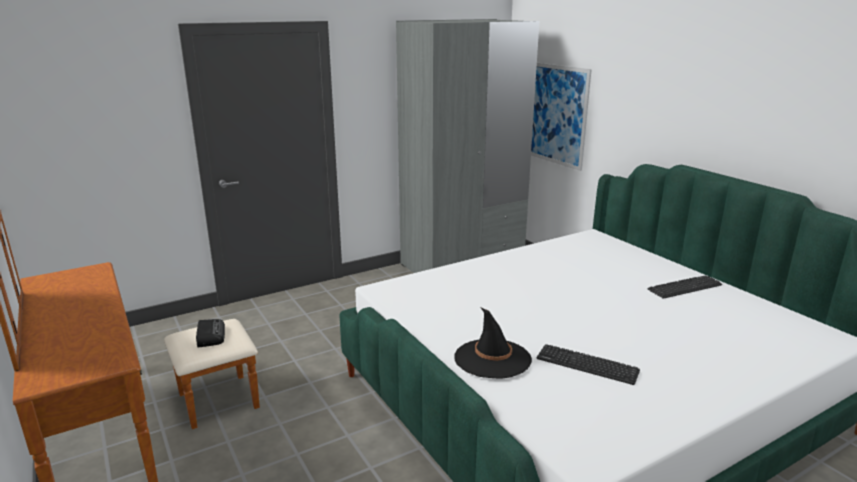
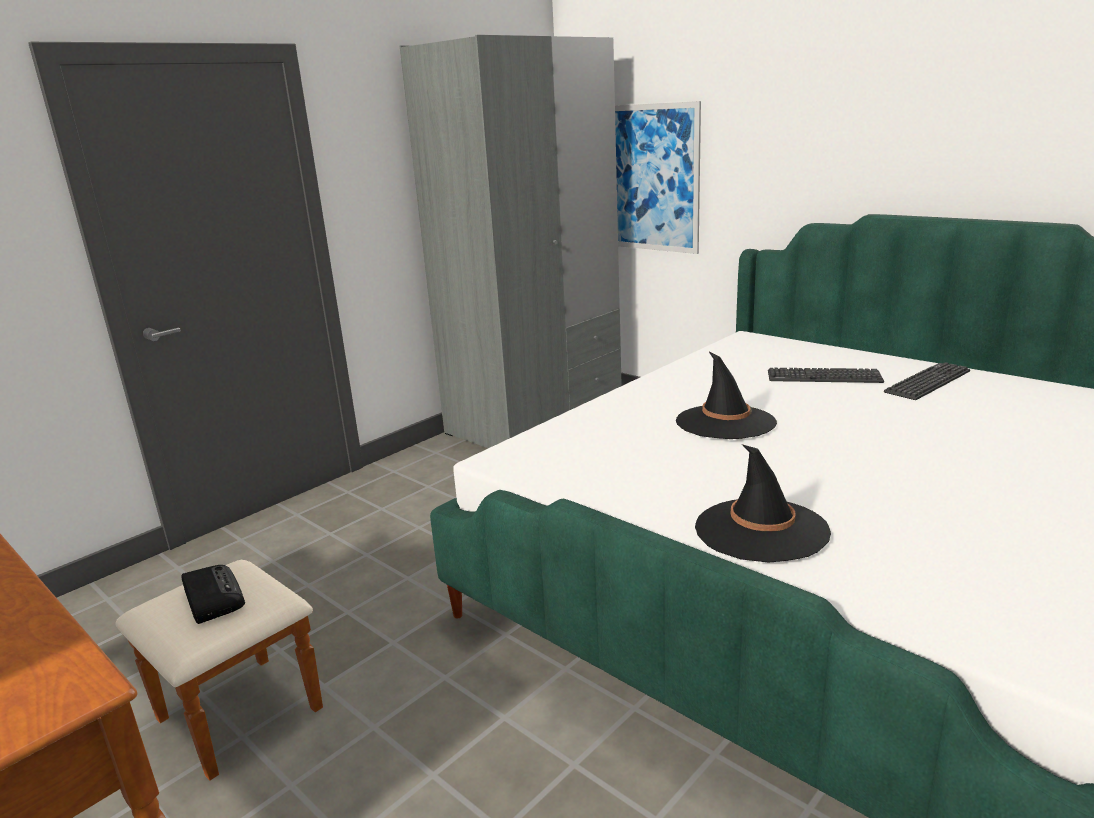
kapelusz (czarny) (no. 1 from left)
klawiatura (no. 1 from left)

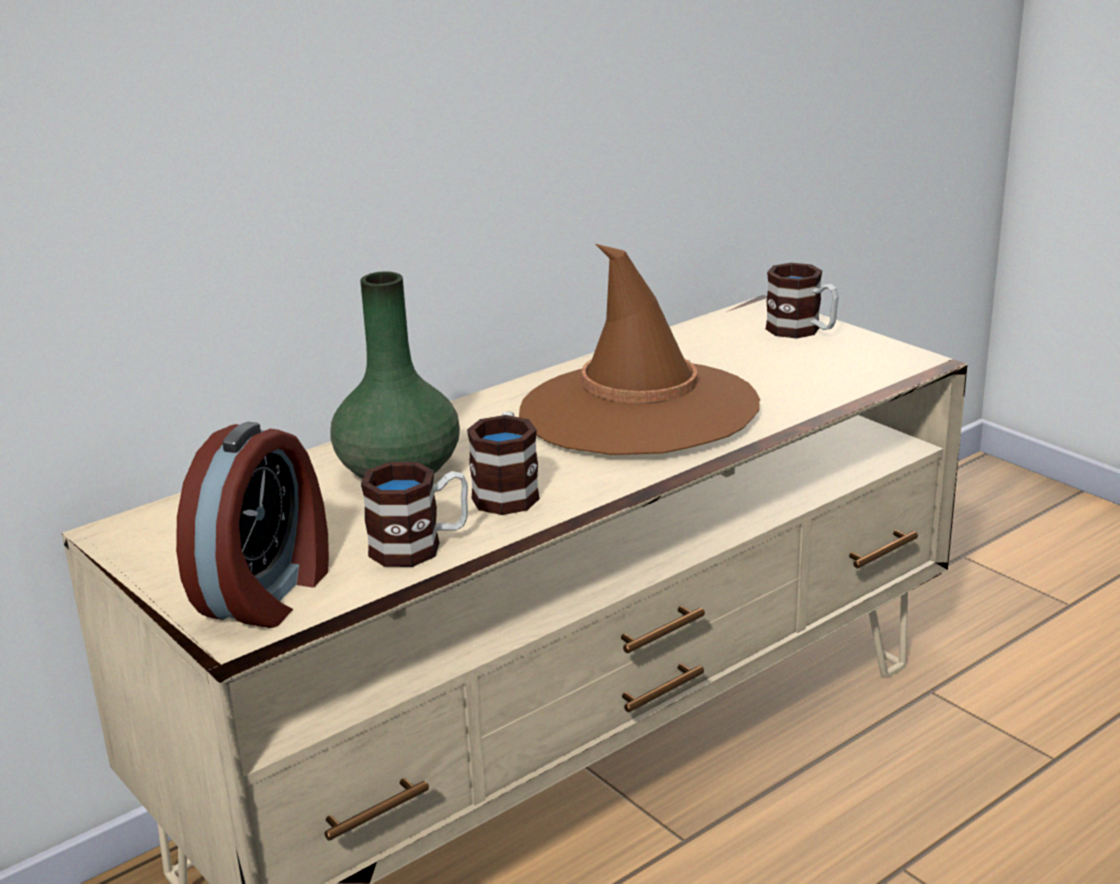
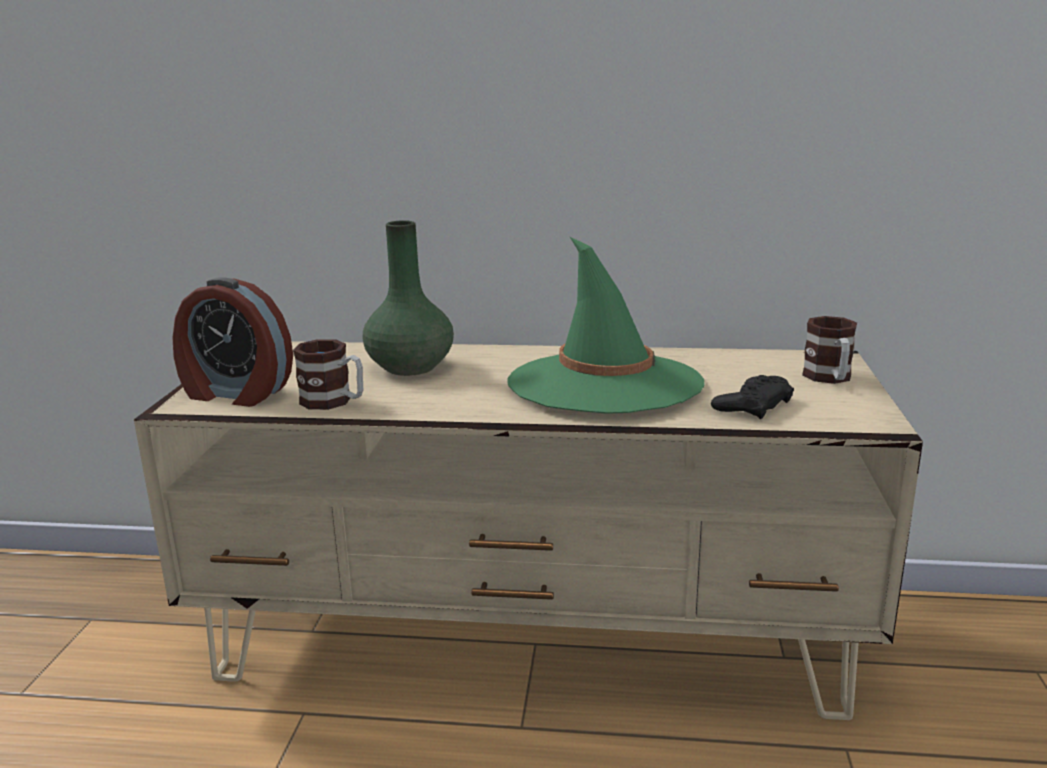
budzik
kapelusz (zielony)
pad do gier (czarny)
kubek (no. 2 from left in the first image)

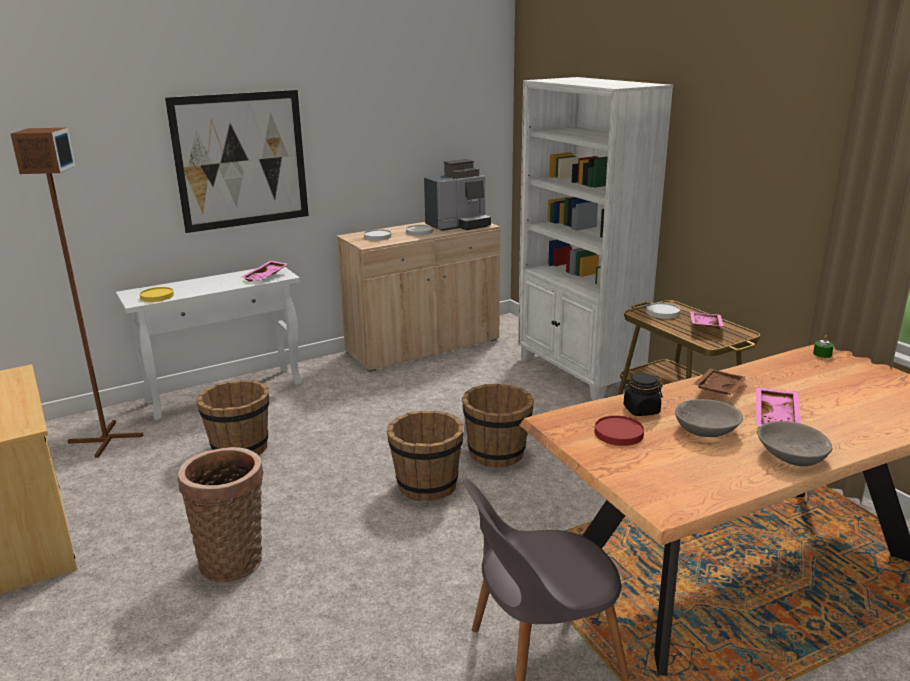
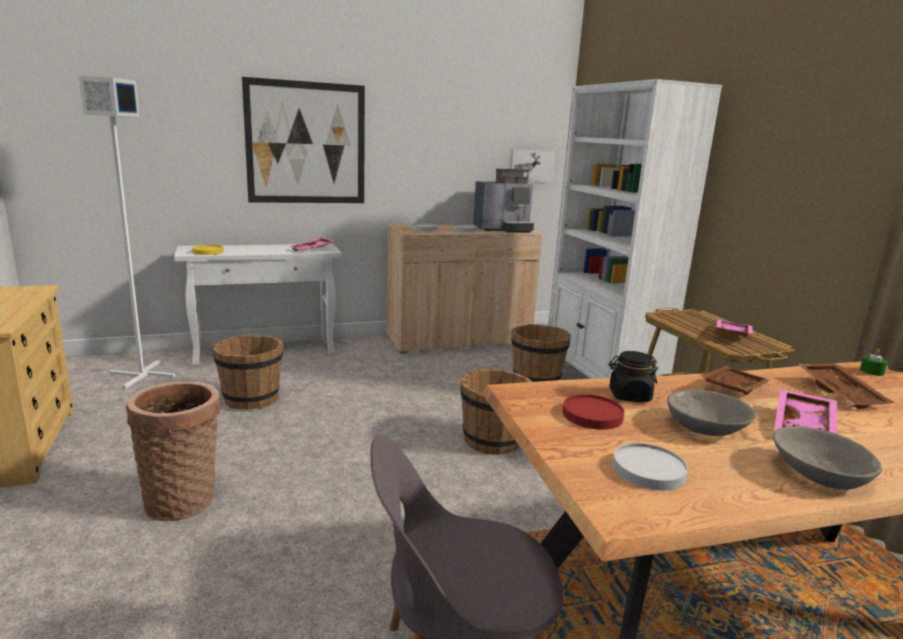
lampa stojąca (biały)
obraz (no. 2 from left)
wiadro (brązowy) (no. 3 from left)
talerz (biały) (no. 3 from left)
taca (brązowy) (no. 2 from left)

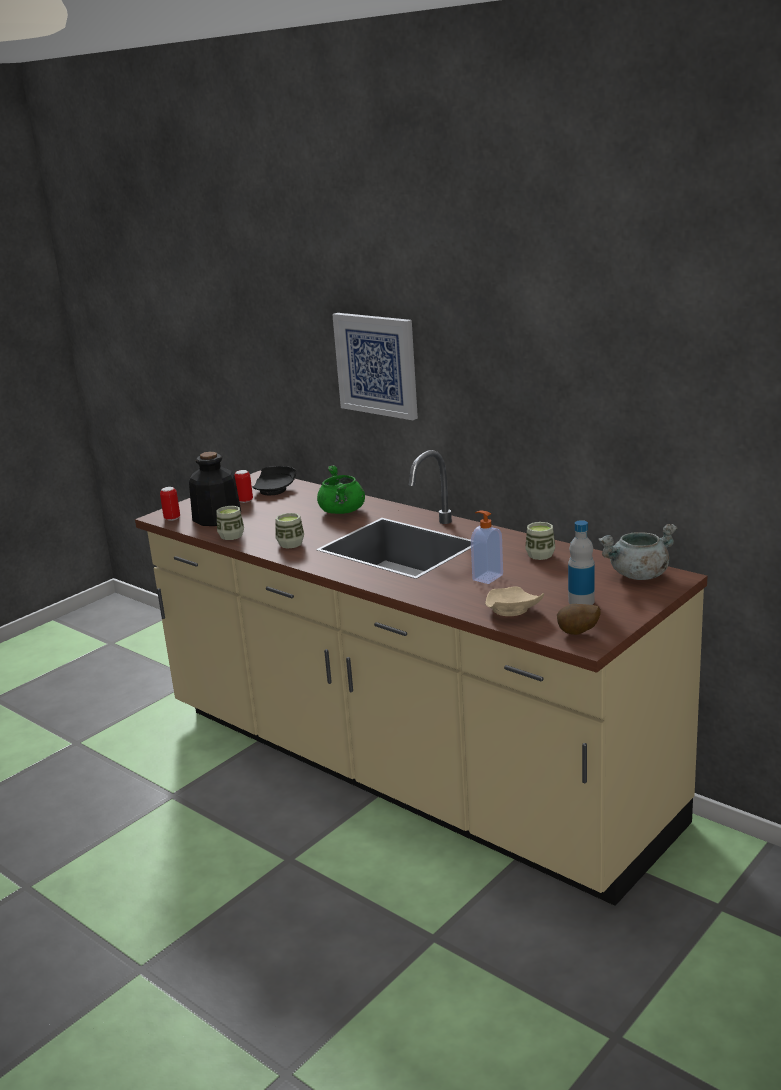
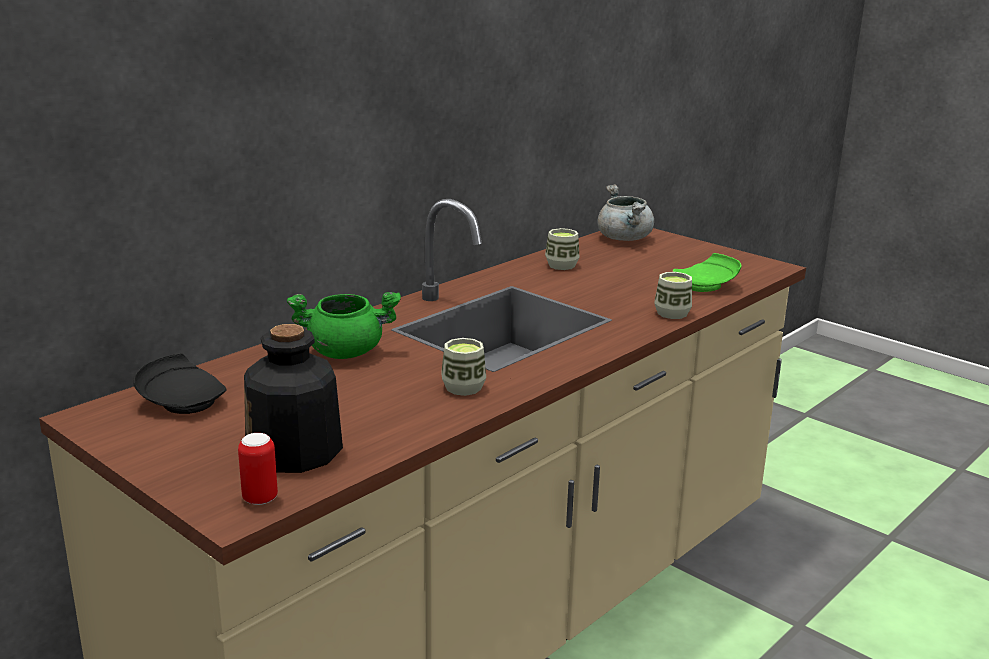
filiżanka (no. 3 from left)
talerz (zielony)
puszka (no. 2 from left in the first image)
obraz
dozownik mydła
ziemniak
butelka (no. 2 from left in the first image)

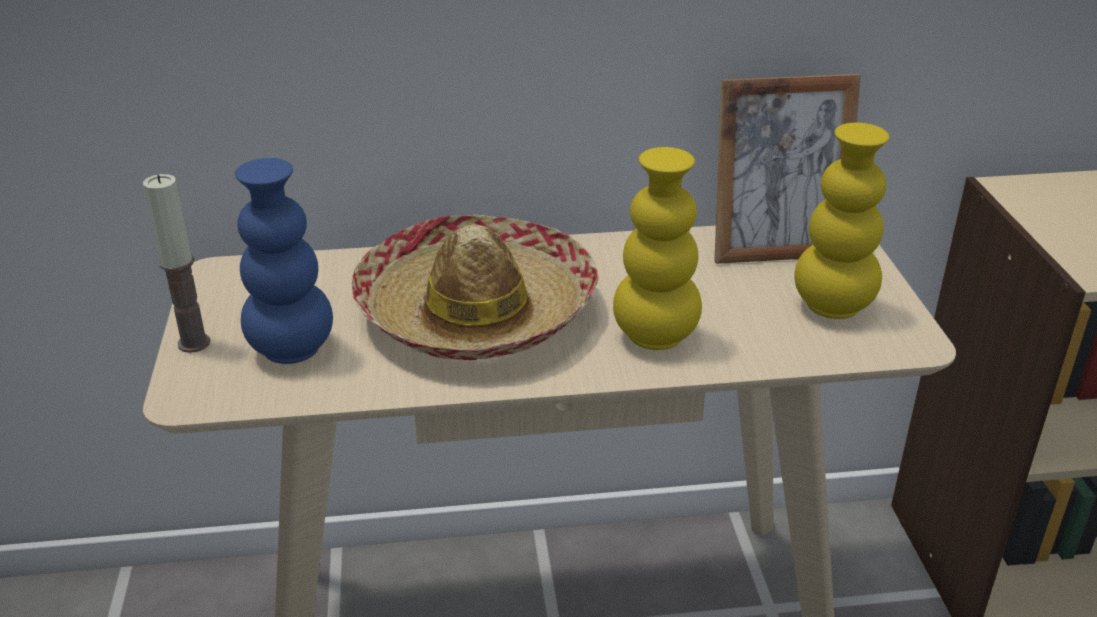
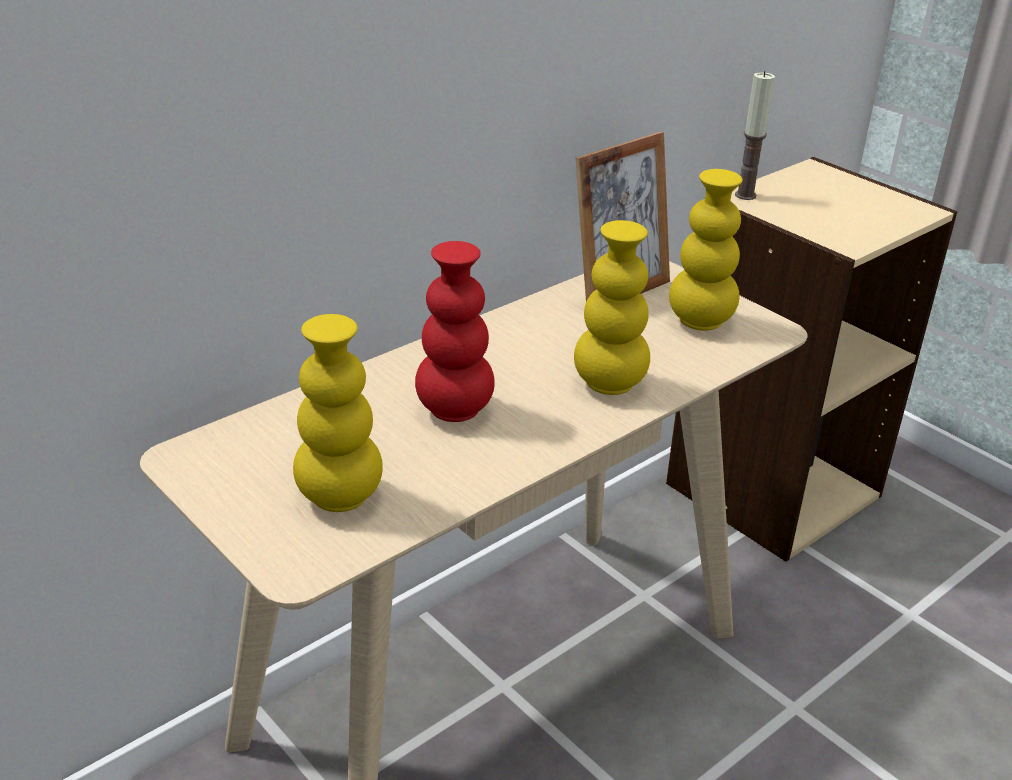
wazon (żółty) (no. 1 from left)
wazon (czerwony)
świeca

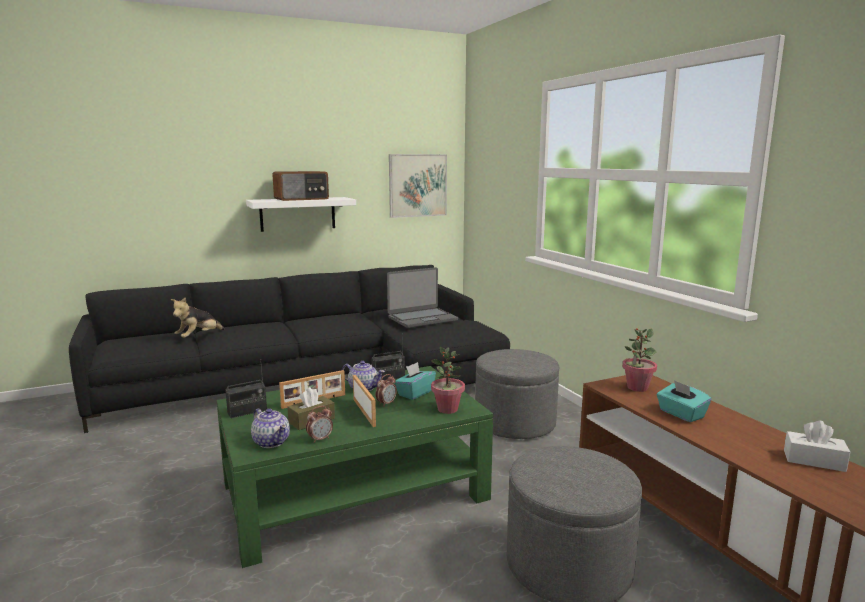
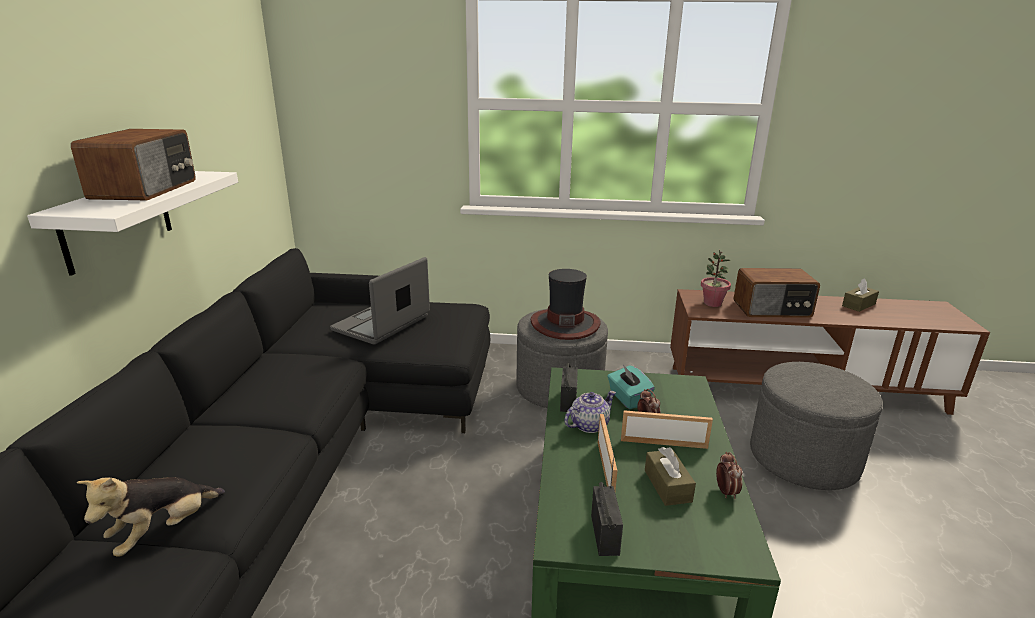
pluszak
laptop
kapelusz
radio (no. 4 from left)
pudełko chusteczek (brązowy) (no. 2 from left)
imbryk (no. 1 from left in the first image)
obraz
roślina doniczkowa (no. 1 from left in the first image)

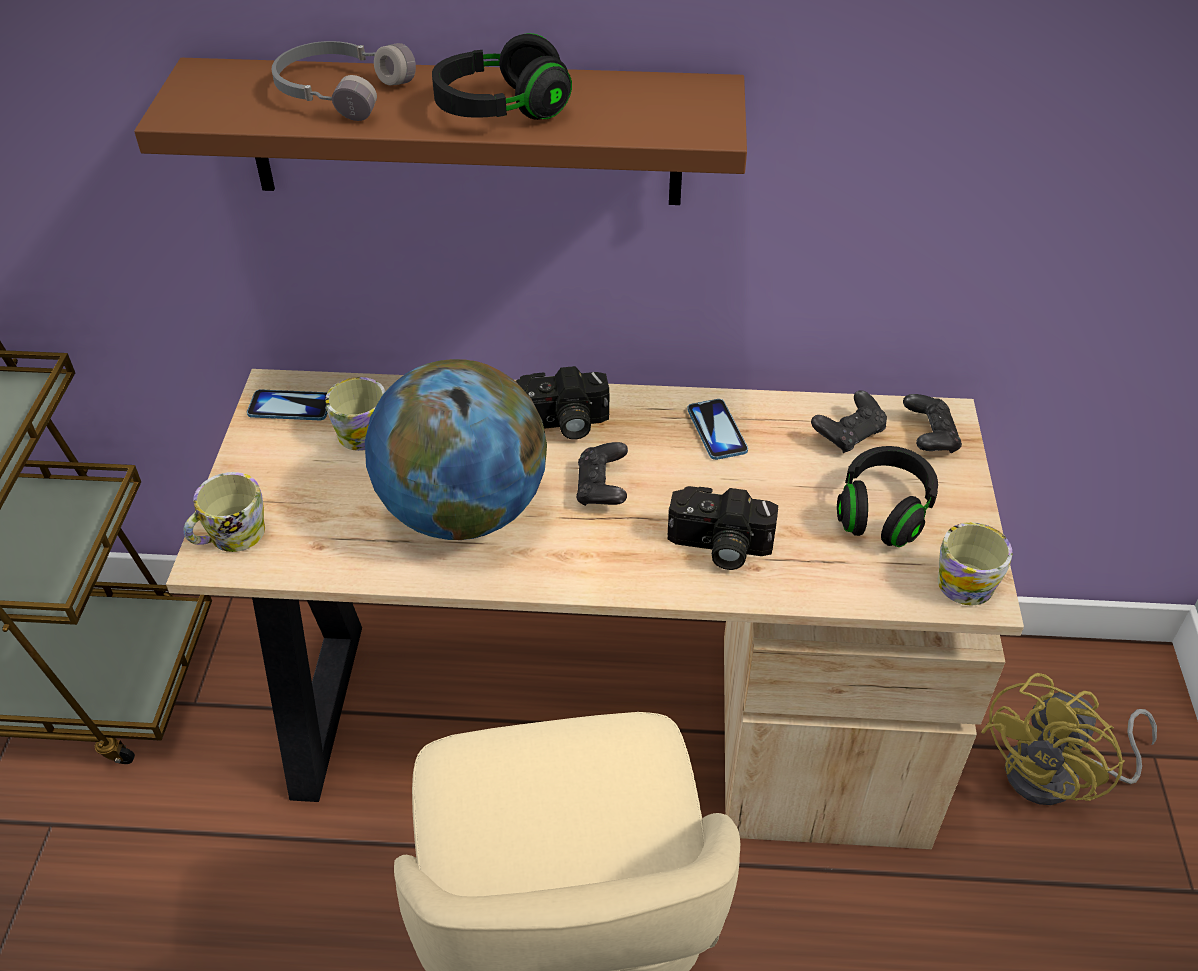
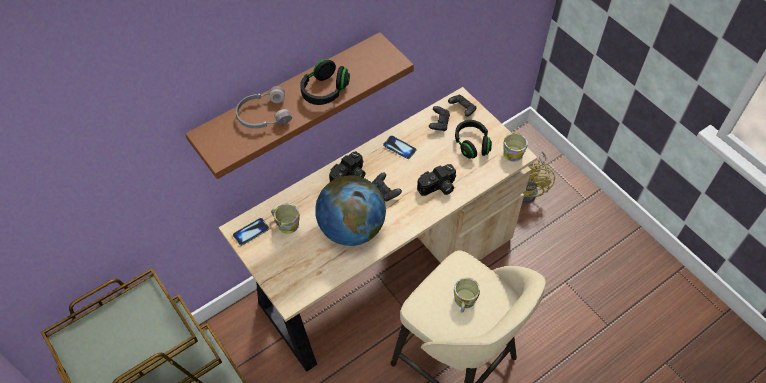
kubek (no. 2 from left)

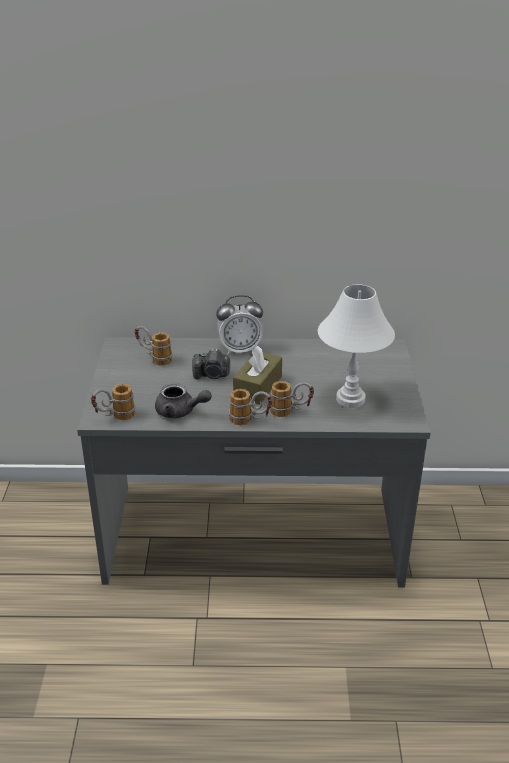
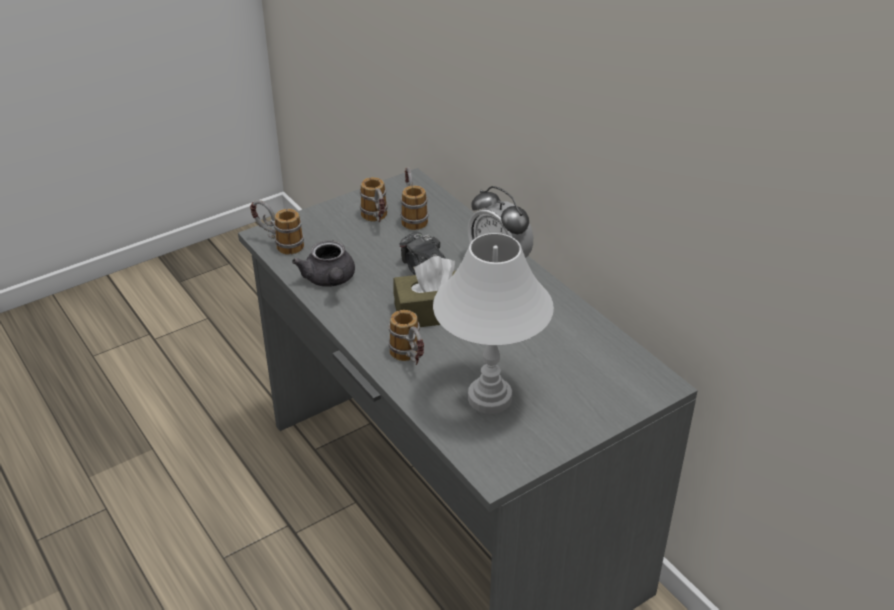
kubek (no. 2 from left)

